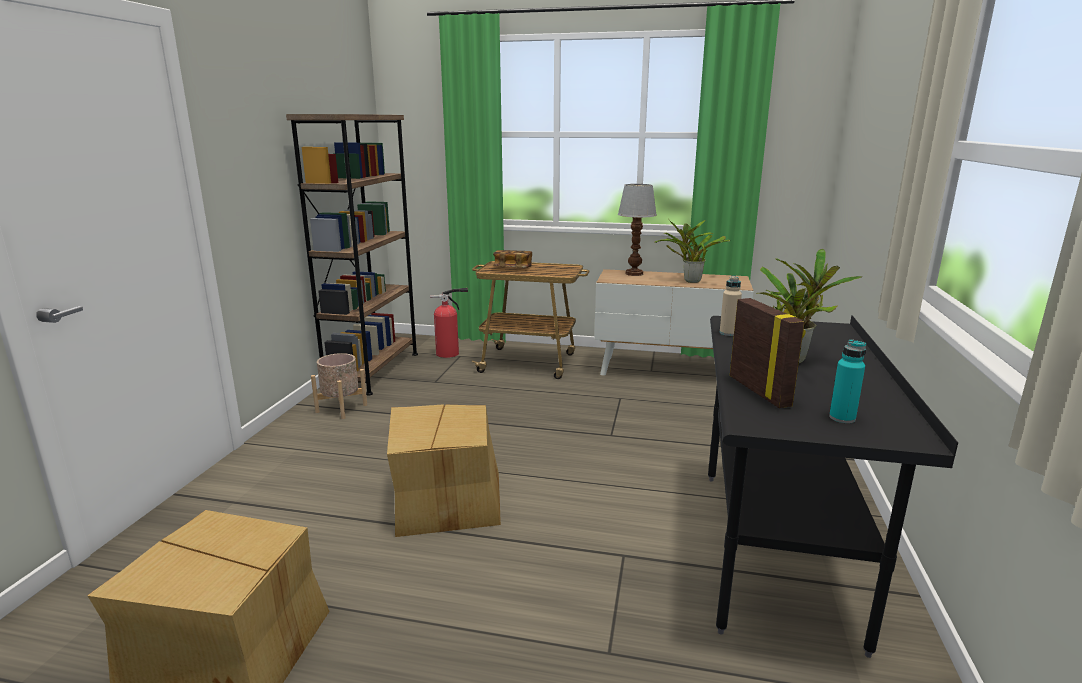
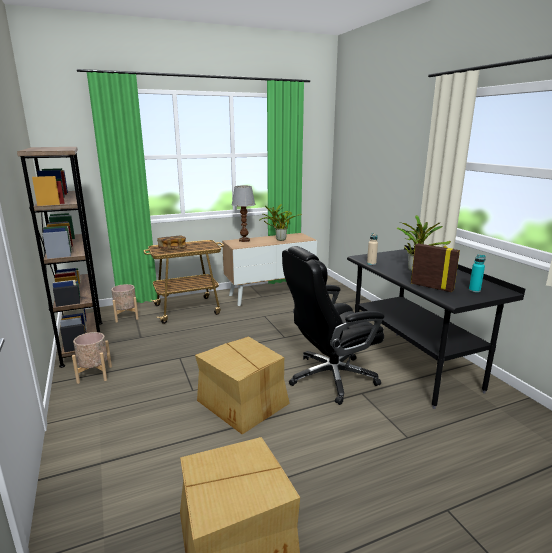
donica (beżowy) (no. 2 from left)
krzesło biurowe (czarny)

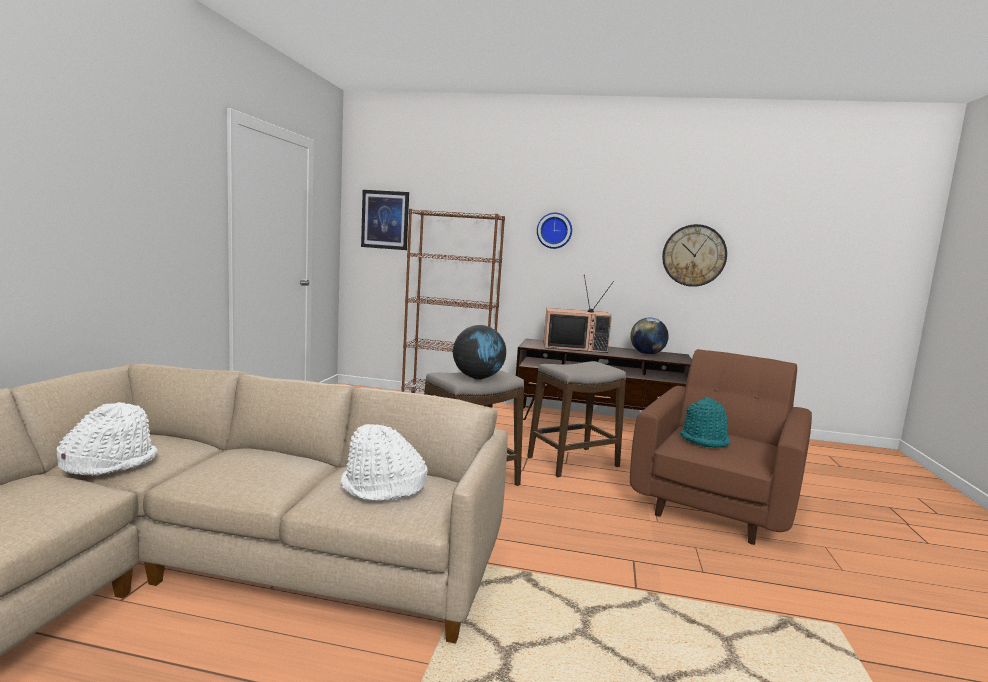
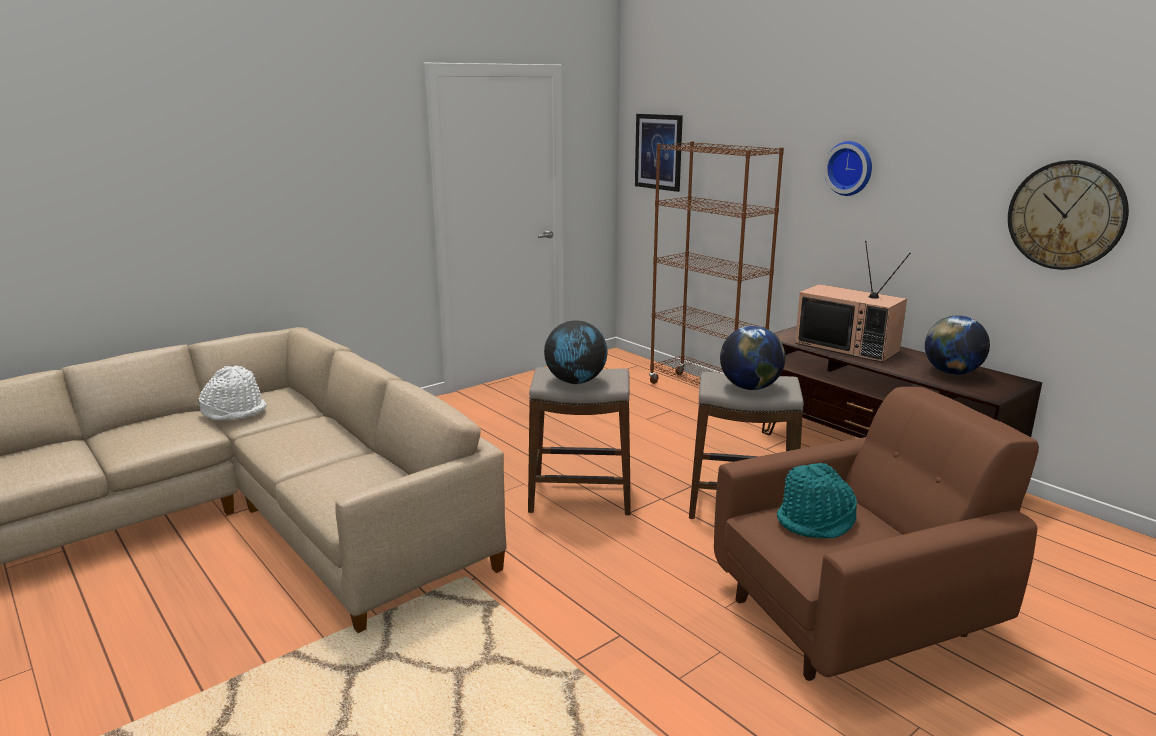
globus (no. 2 from left)
kapelusz (biały) (no. 2 from left in the first image)

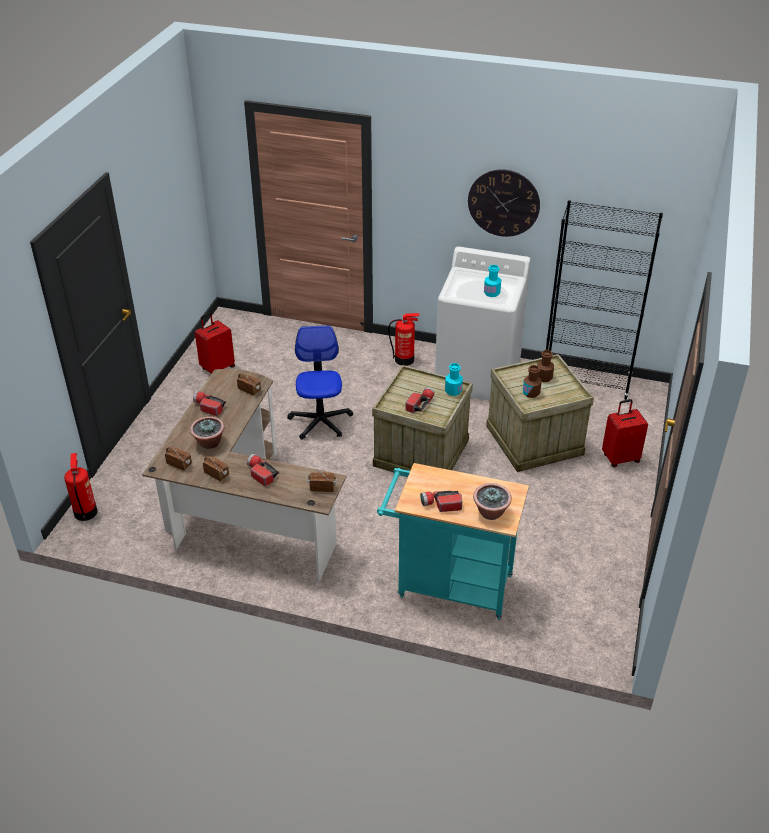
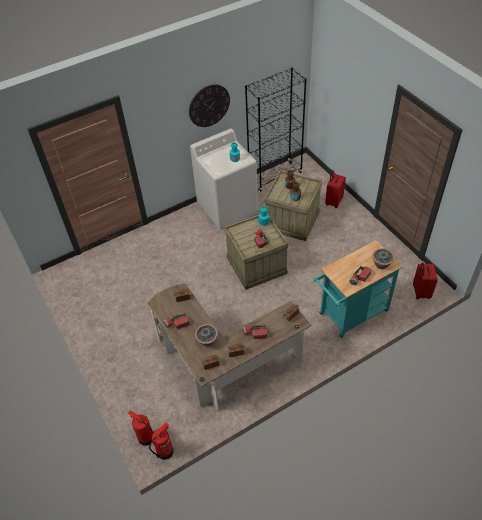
gaśnica (no. 2 from left)
walizka (czerwony) (no. 2 from left)
krzesło biurowe

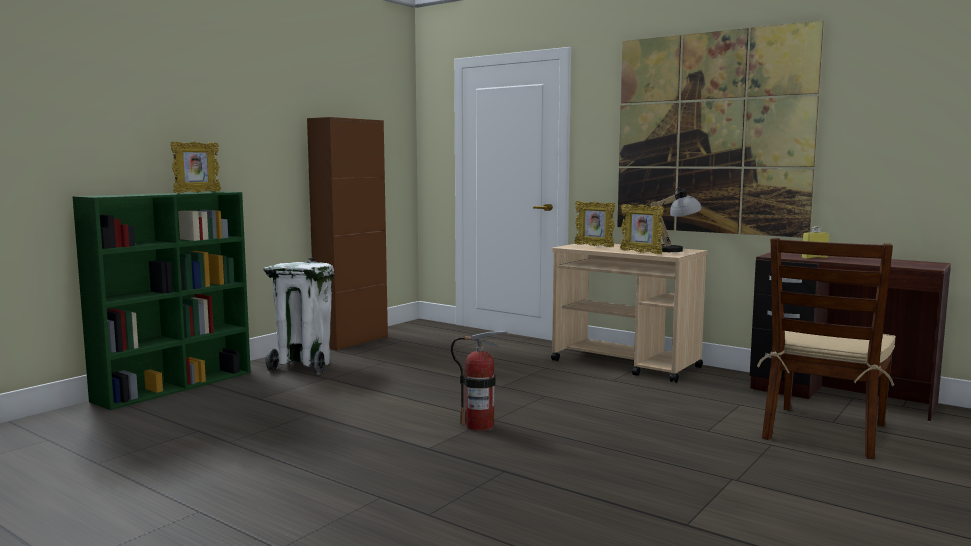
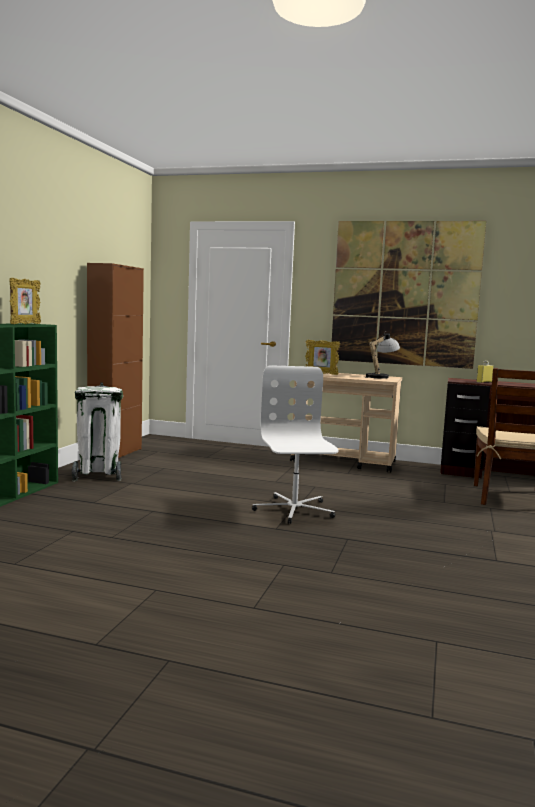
krzesło biurowe (biały)
ramka na zdjęcie (no. 3 from left in the first image)

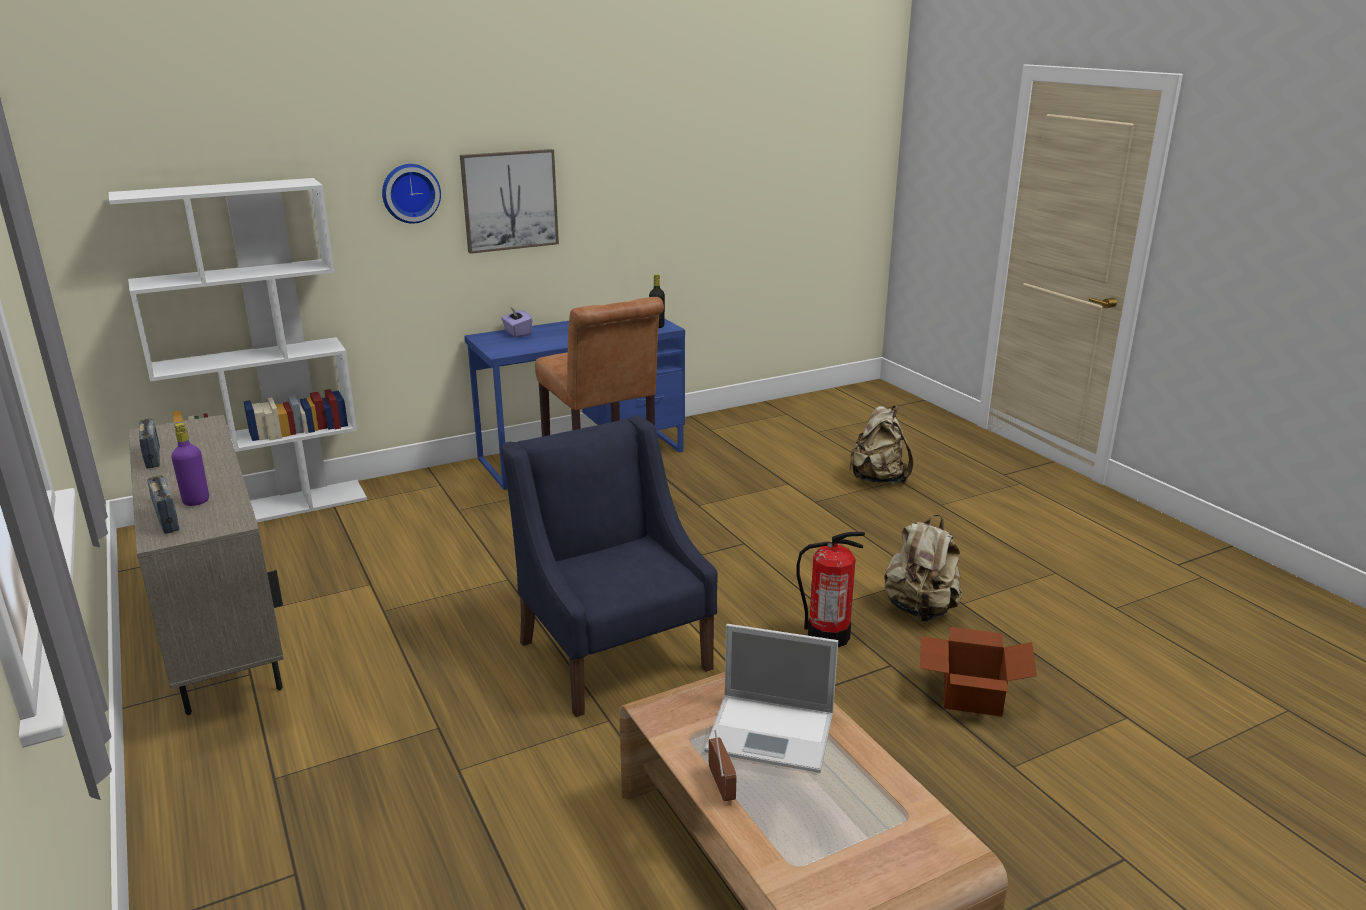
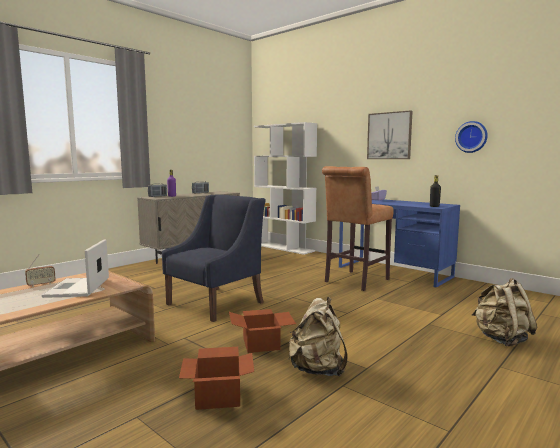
karton (no. 2 from left)
zegar ścienny

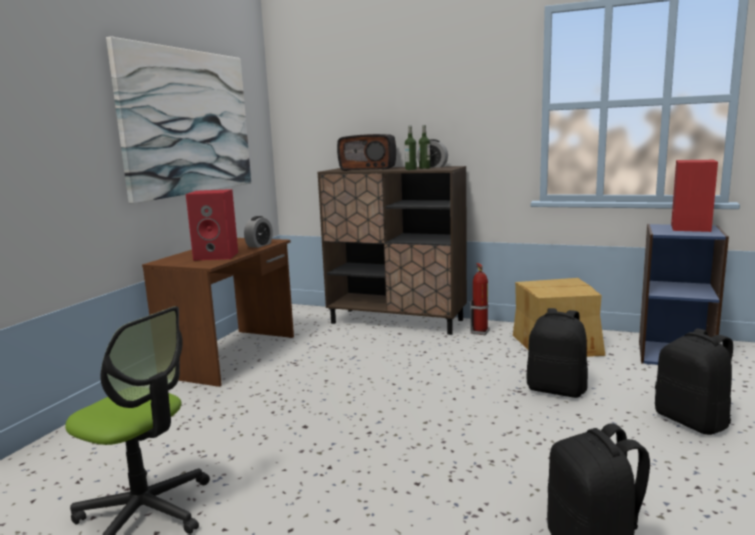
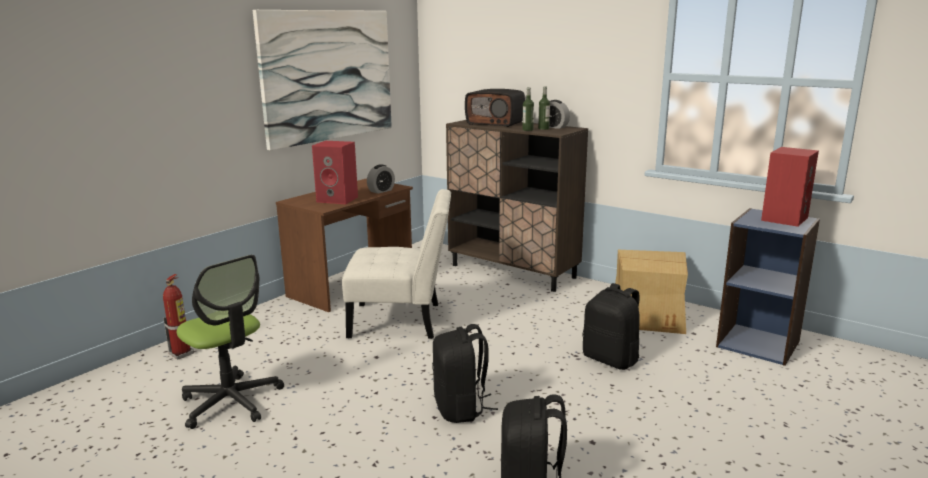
gaśnica
krzesło (biały)
plecak (czarny) (no. 1 from left)

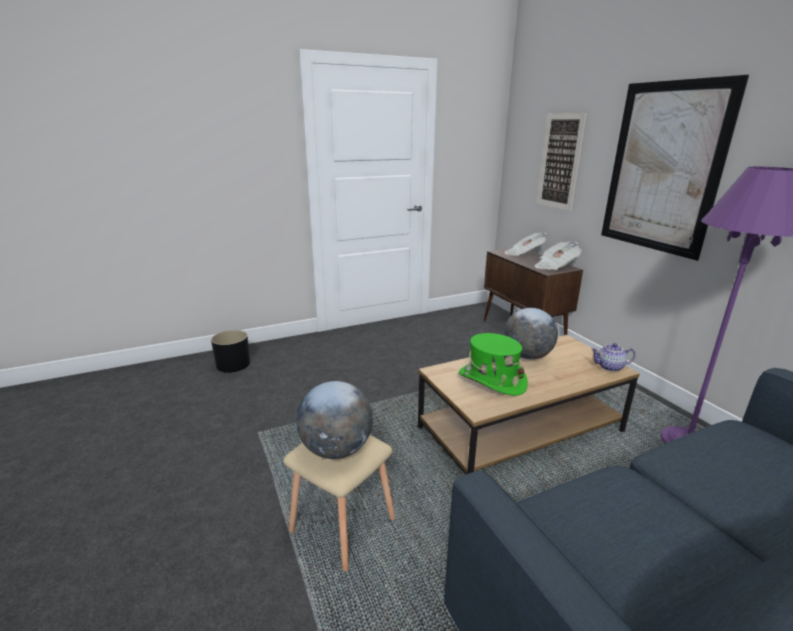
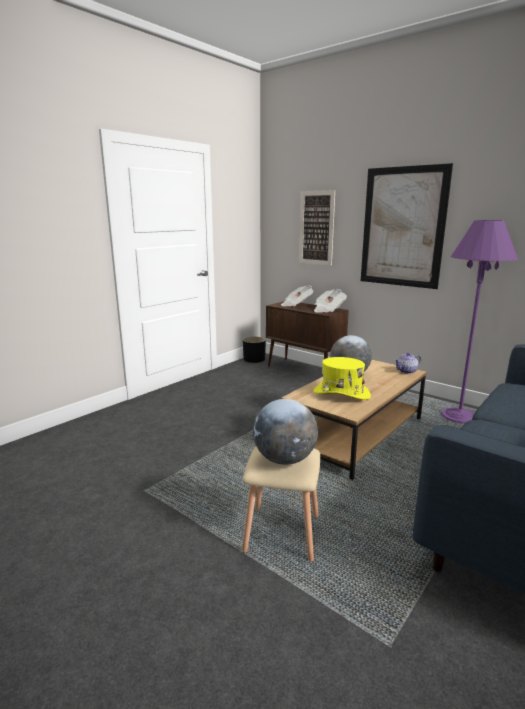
donica (czarny)
kapelusz (żółty)

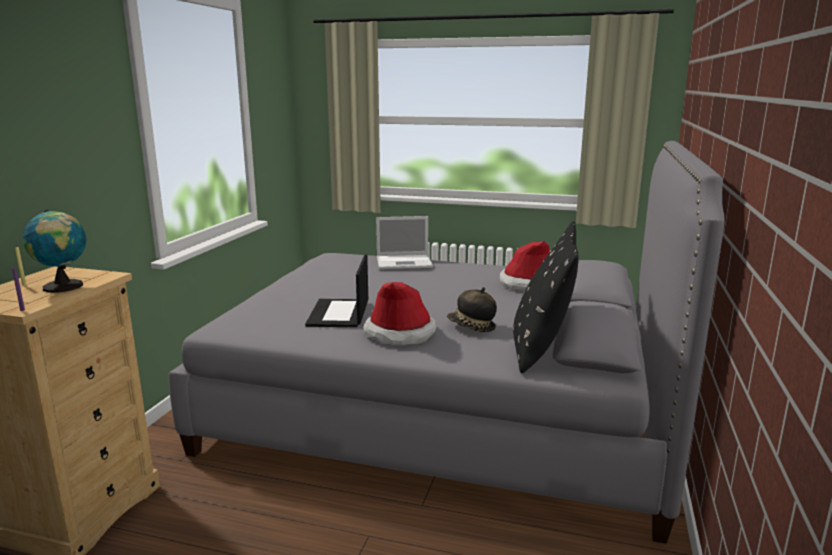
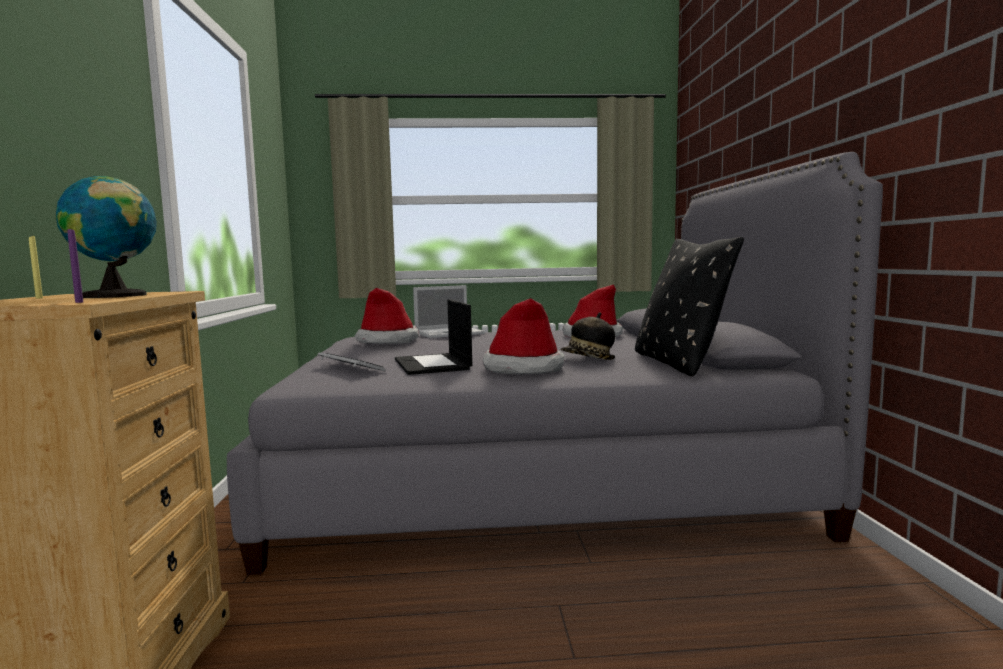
klawiatura
kapelusz (no. 1 from left)

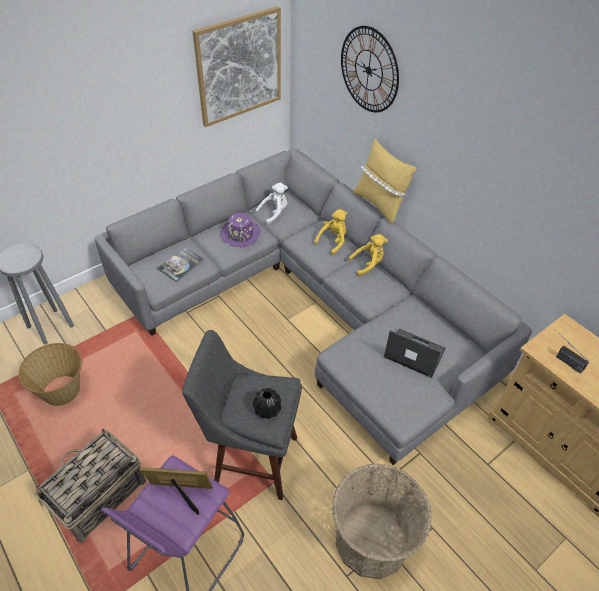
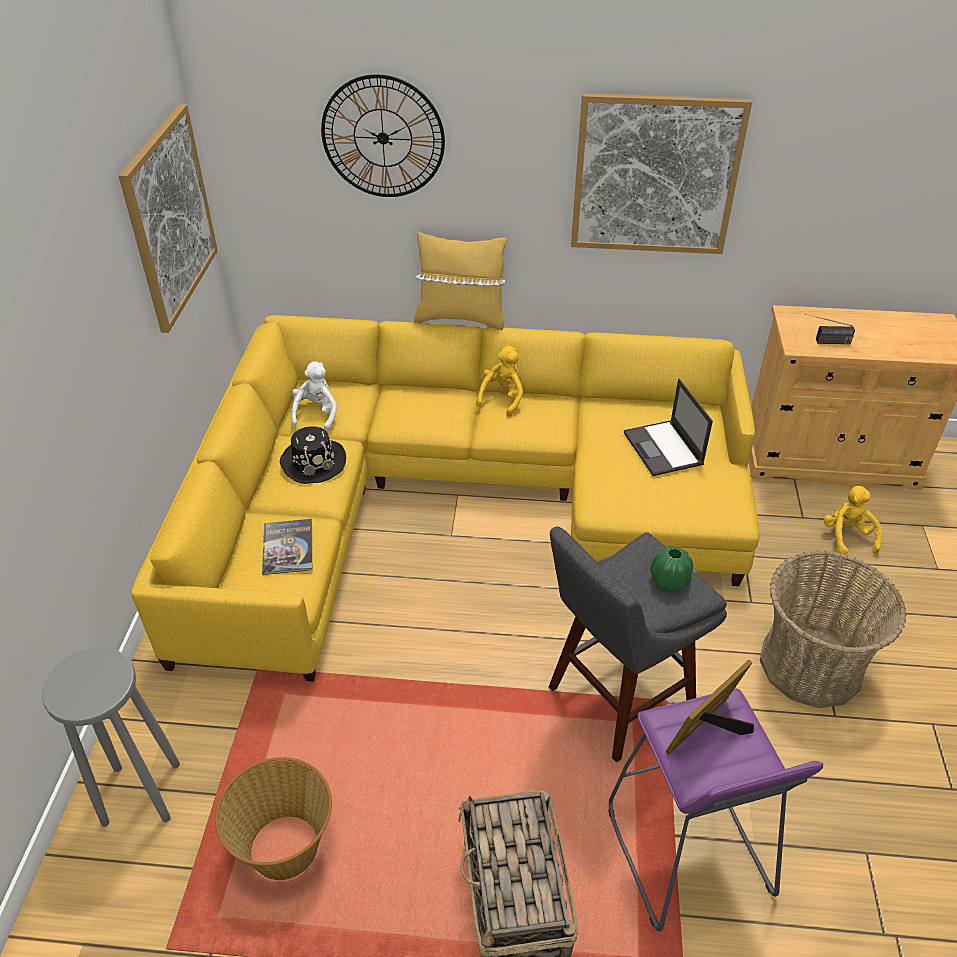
kanapa (żółty)
kapelusz (czarny)
obraz (no. 2 from left)
laptop
wazon (zielony)
pluszak (żółty) (no. 2 from left)

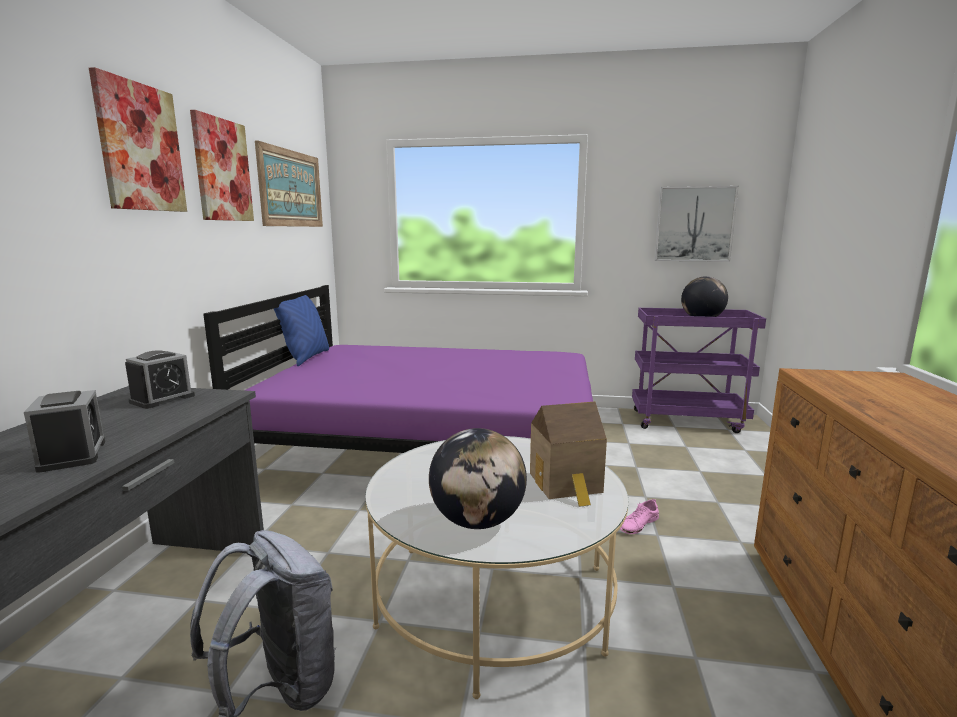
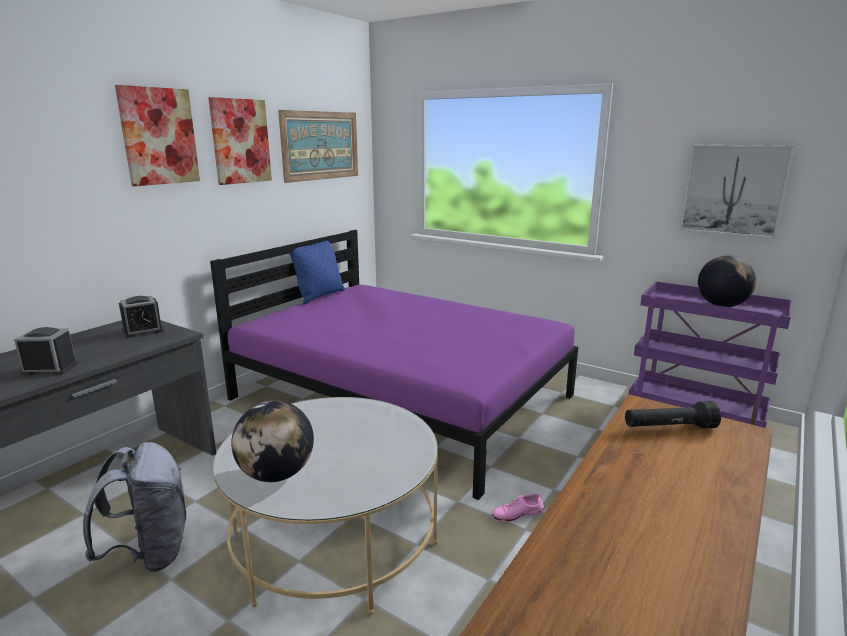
budzik (no. 1 from left)
latarka (czarny)
domek

